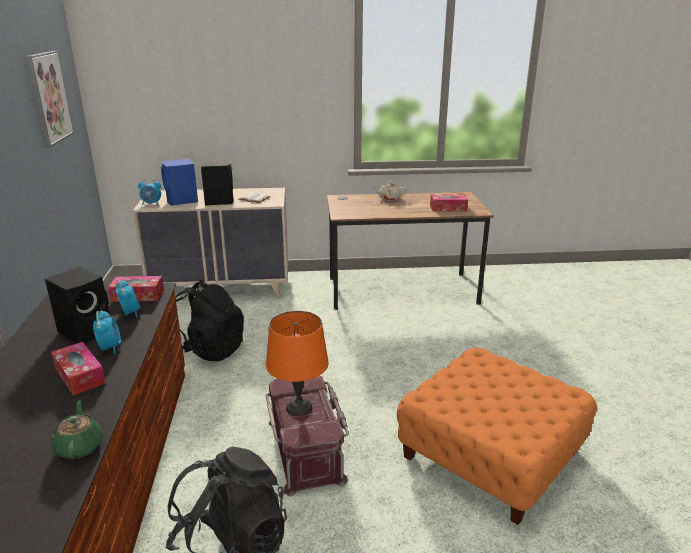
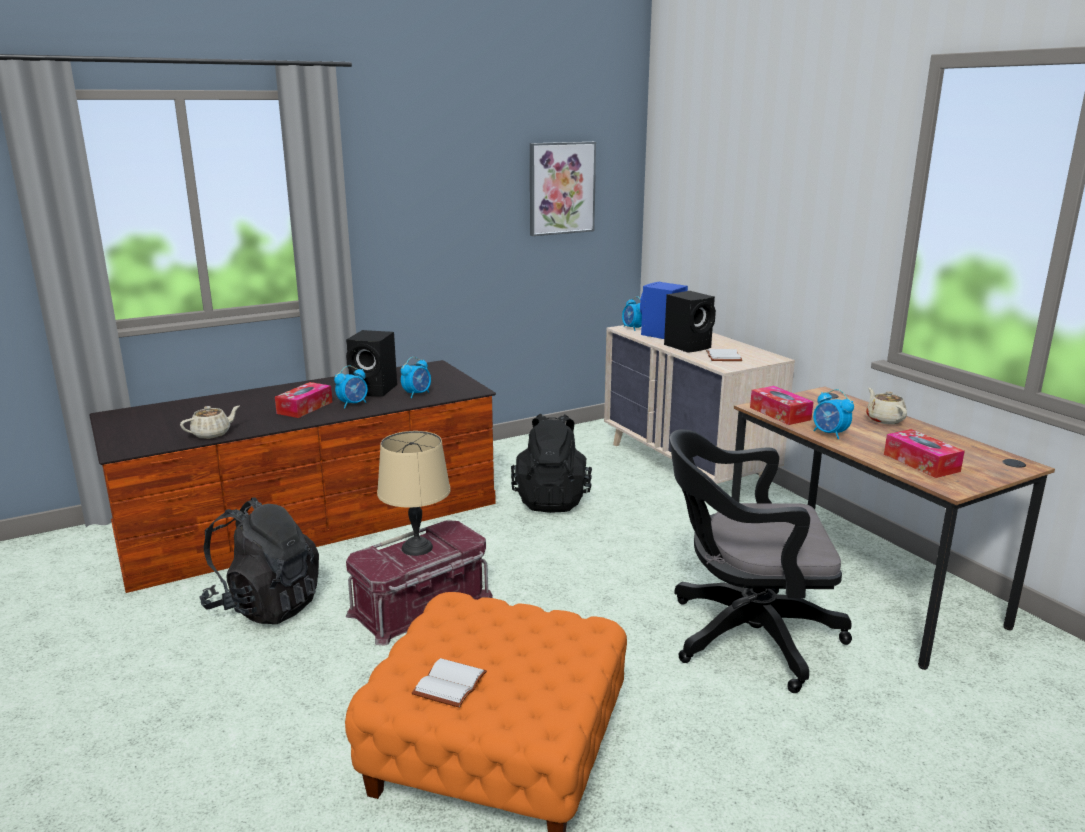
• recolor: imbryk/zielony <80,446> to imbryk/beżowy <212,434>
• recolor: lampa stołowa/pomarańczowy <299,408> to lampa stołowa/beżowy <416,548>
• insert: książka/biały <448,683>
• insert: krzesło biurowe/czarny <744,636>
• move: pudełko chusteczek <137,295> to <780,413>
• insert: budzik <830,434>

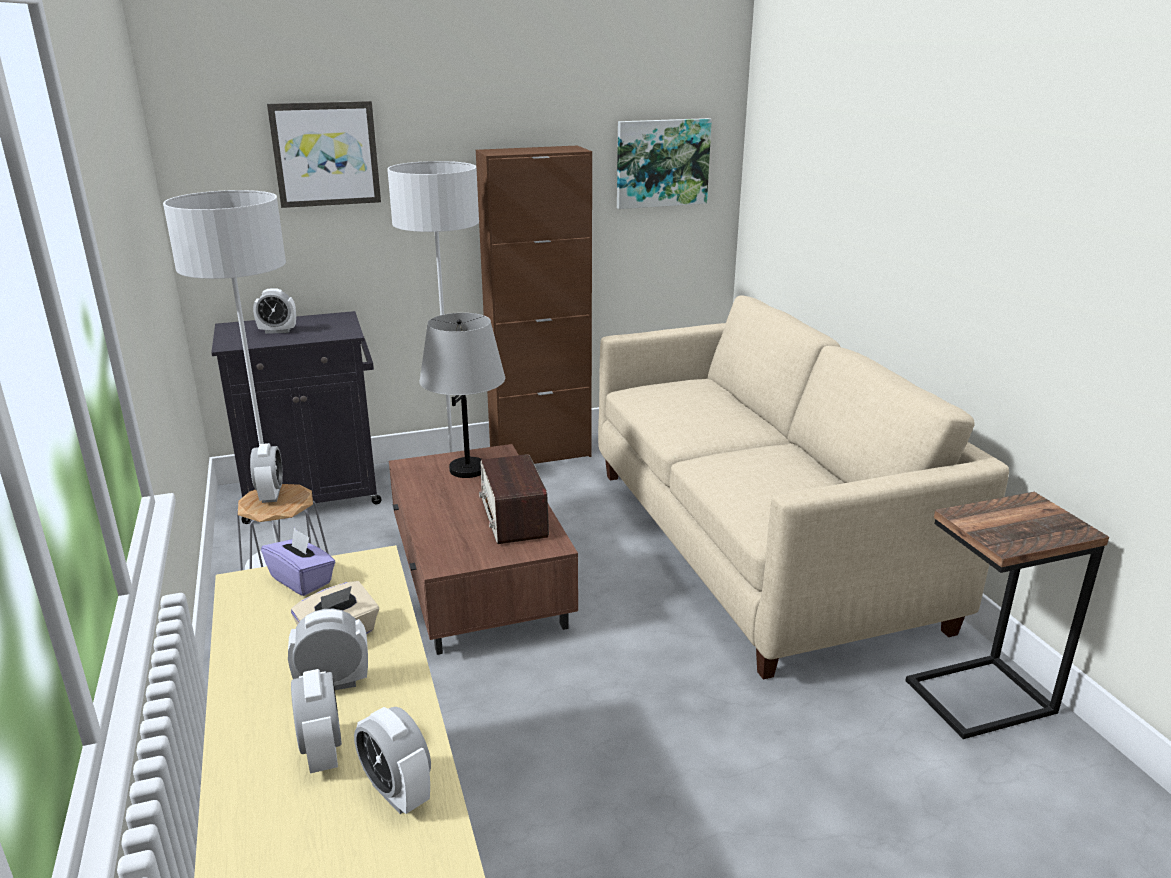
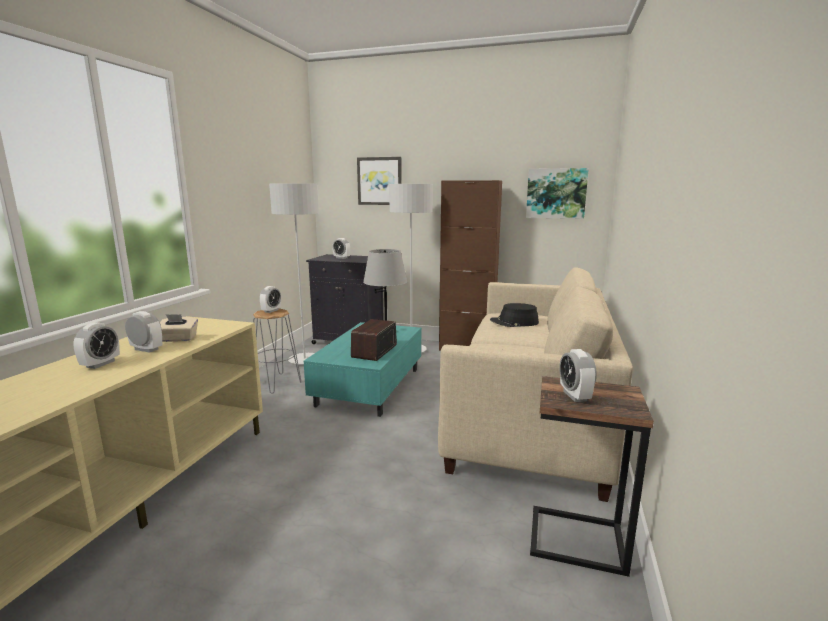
• recolor: ława/brązowy <478,580> to ława/turkusowy <369,387>
• insert: kapelusz/czarny <514,322>
• move: budzik <397,792> to <575,396>
• delete: pudełko chusteczek/fioletowy <302,580>

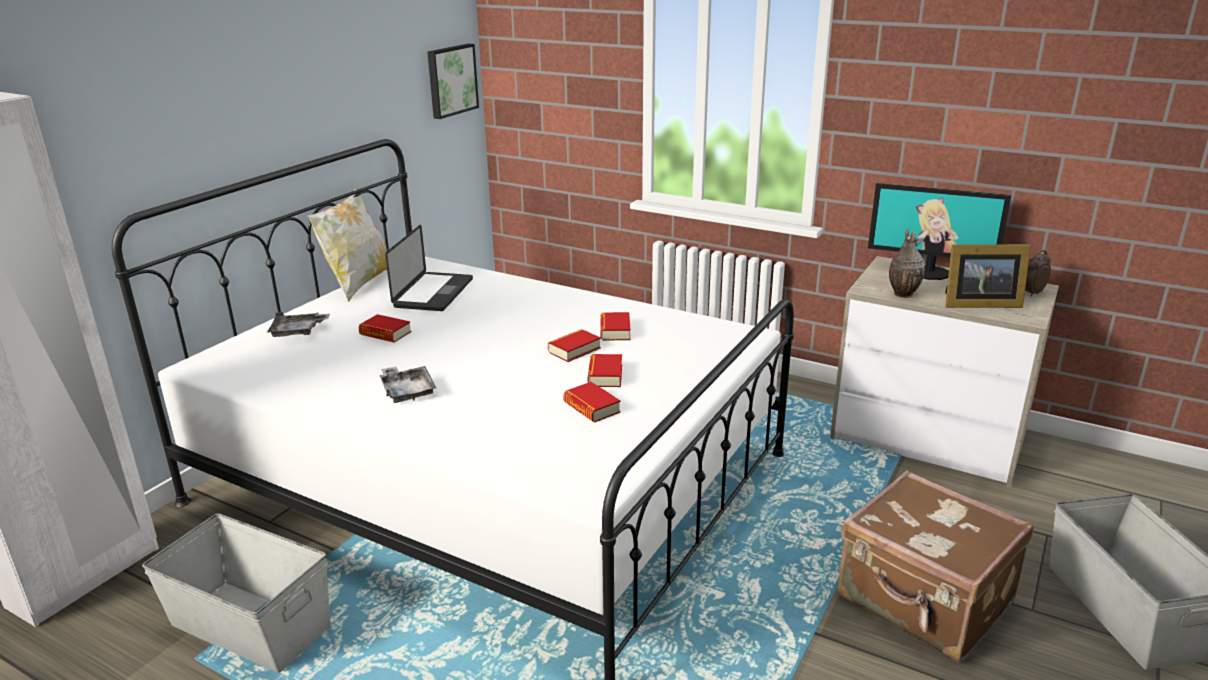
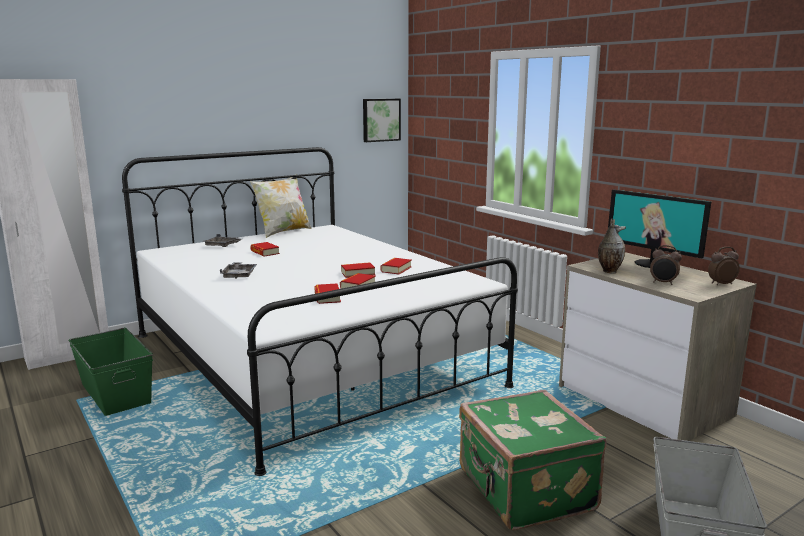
• recolor: pojemnik do przechowywania/szary <250,624> to pojemnik do przechowywania/zielony <116,393>
• recolor: walizka/brązowy <924,602> to walizka/zielony <524,491>
• replace: ramka na zdjęcie <977,303> to budzik <663,283>
• delete: laptop <433,293>

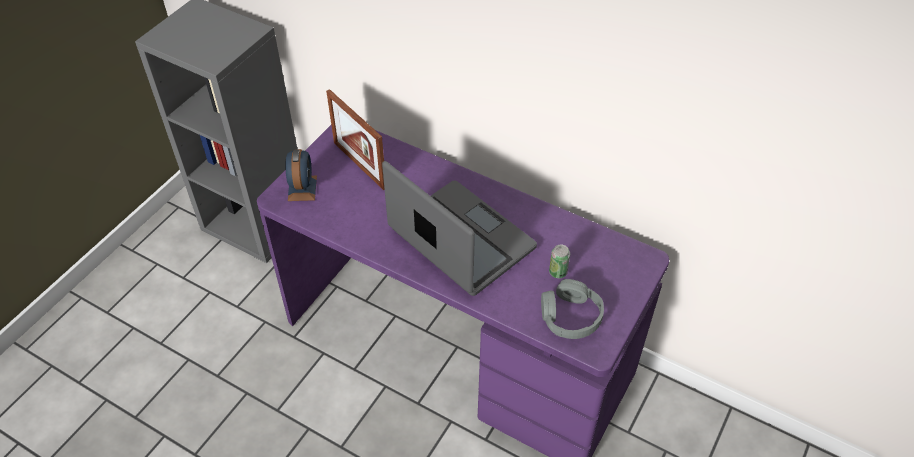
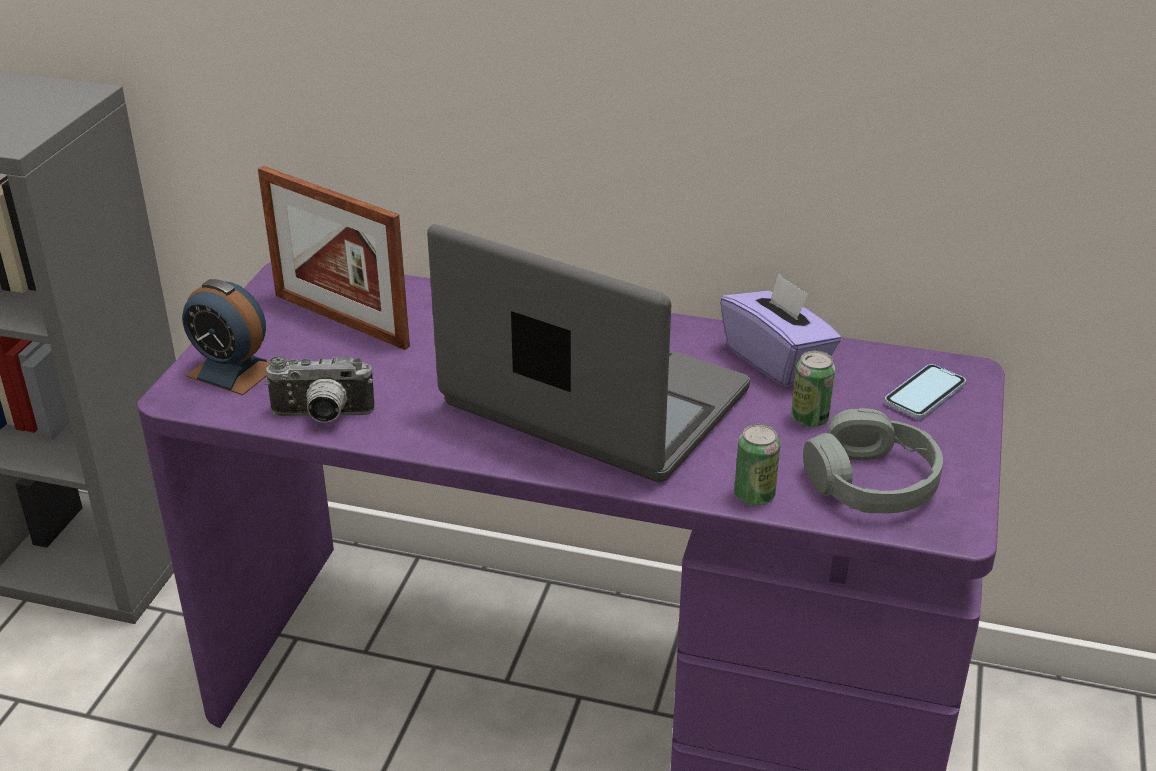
• rotate: budzik <302,188> = <232,371> 135 degrees clockwise
• insert: aparat fotograficzny <322,417>
• insert: pudełko chusteczek/fioletowy <777,360>
• insert: puszka <754,496>
• insert: telefon <924,394>

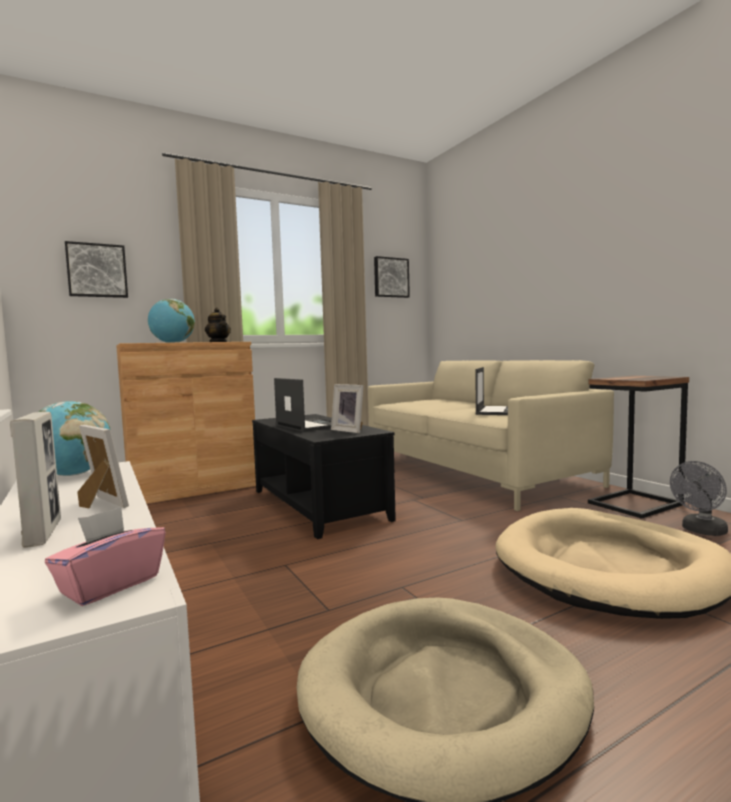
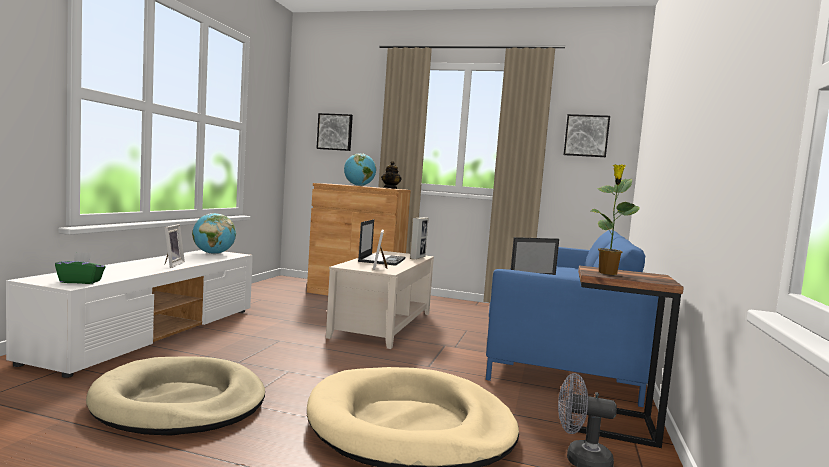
• recolor: pudełko chusteczek/różowy <110,585> to pudełko chusteczek/zielony <80,281>
• recolor: ława/czarny <318,504> to ława/beżowy <383,325>
• move: ramka na zdjęcie <43,533> to <417,258>
• recolor: kanapa/beżowy <473,472> to kanapa/niebieski <560,349>
• insert: roślina doniczkowa <607,273>

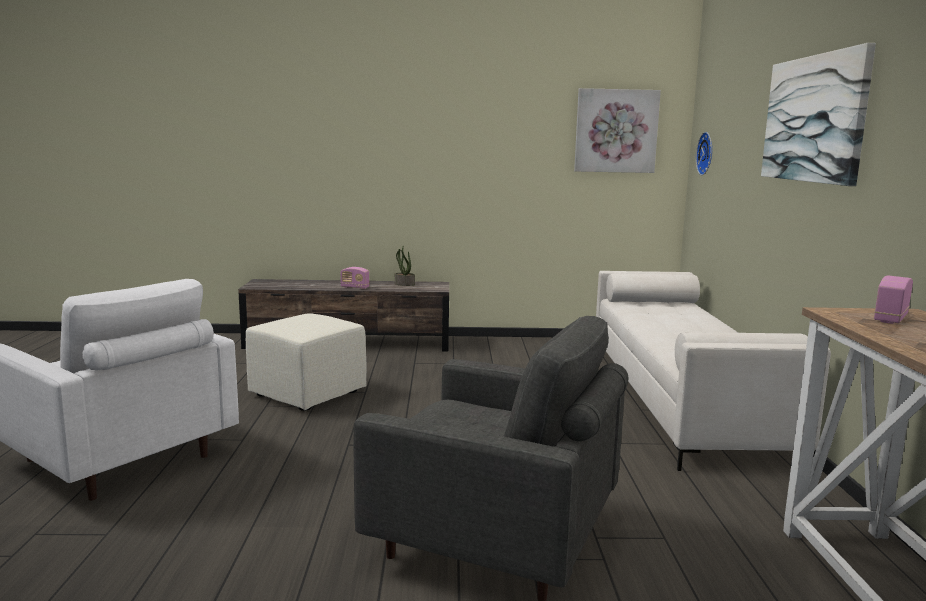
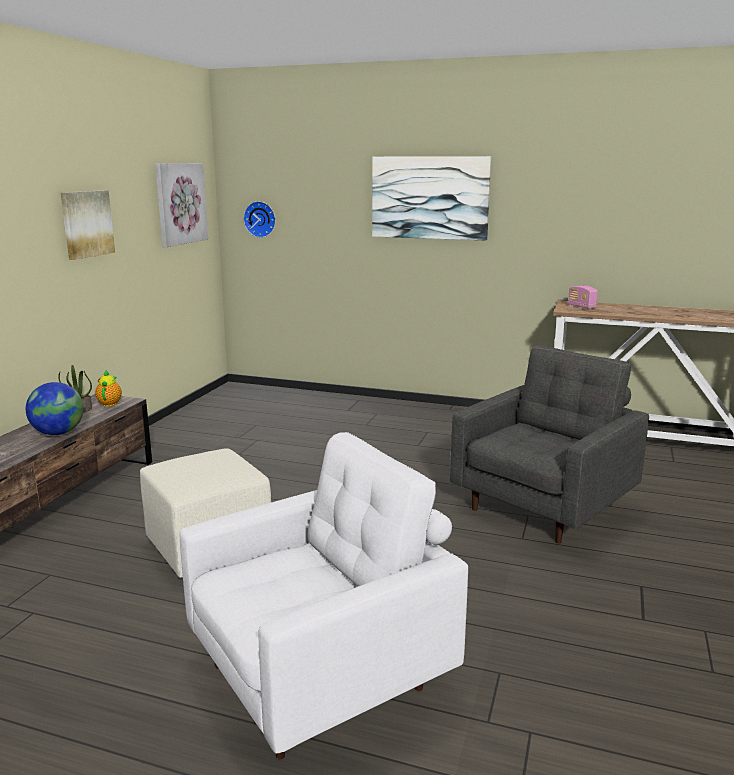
• replace: radio <355,287> to globus <58,433>
• insert: obraz <86,224>
• insert: imbryk <110,403>
• delete: kanapa/biały <681,399>

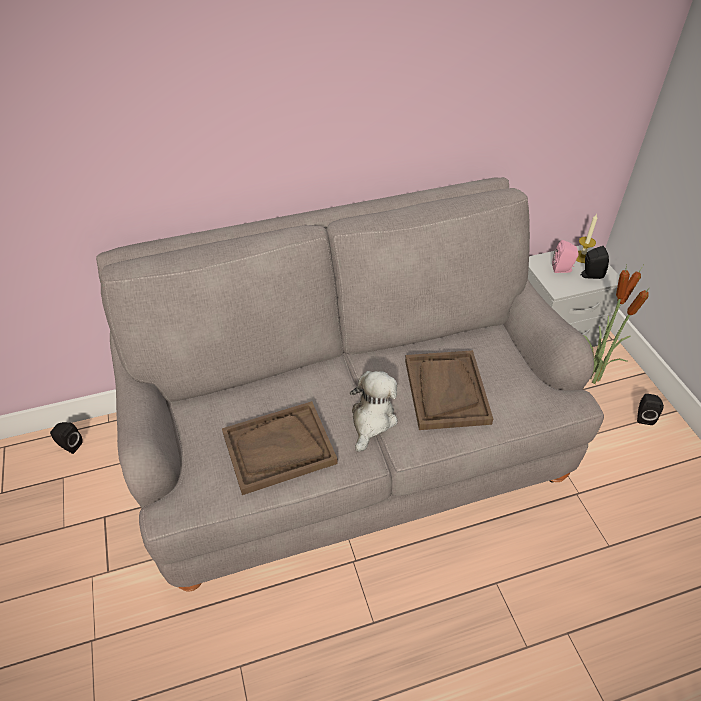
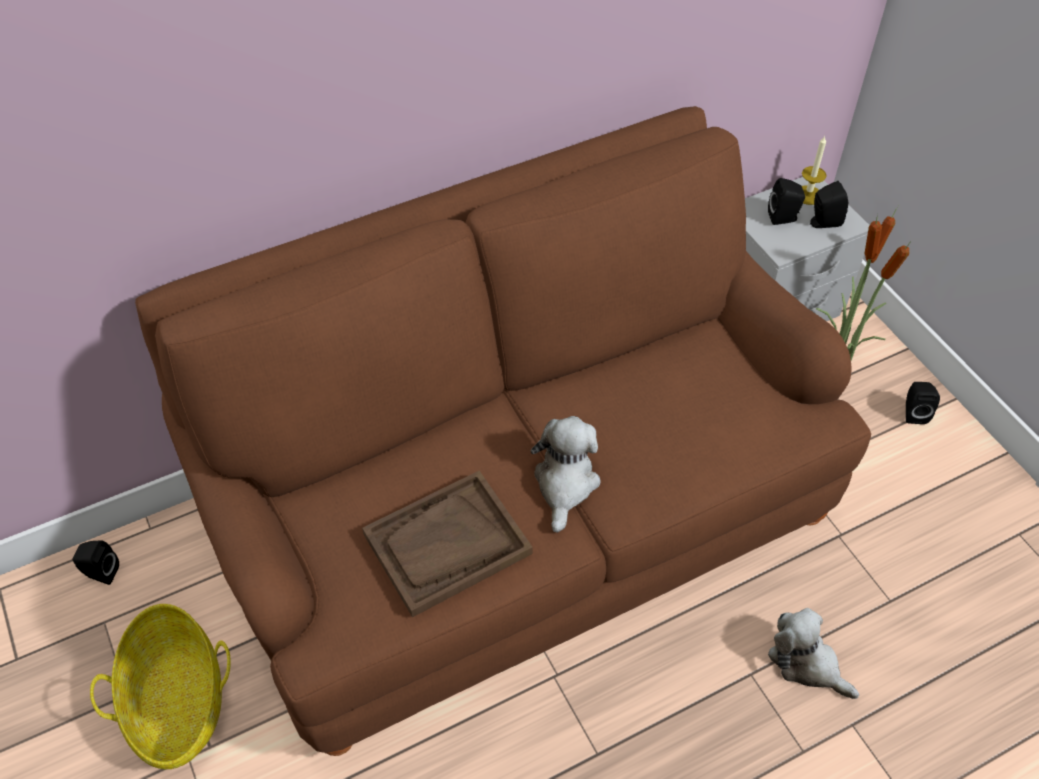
• insert: koszyk <177,702>
• recolor: kanapa/szary <350,449> to kanapa/brązowy <518,517>
• recolor: głośnik/różowy <563,269> to głośnik/czarny <784,218>
• insert: pluszak <806,663>
• delete: taca/brązowy <446,391>

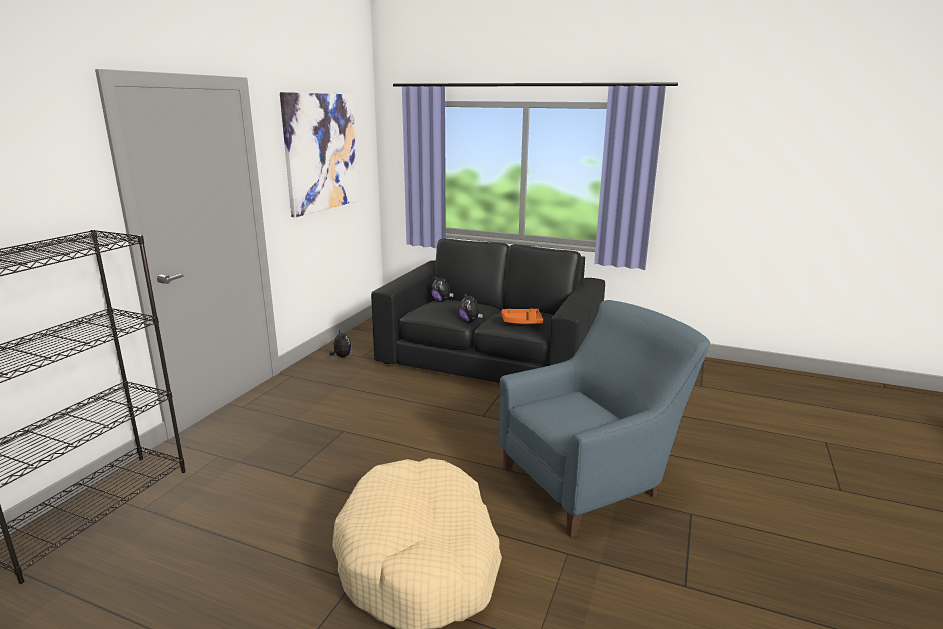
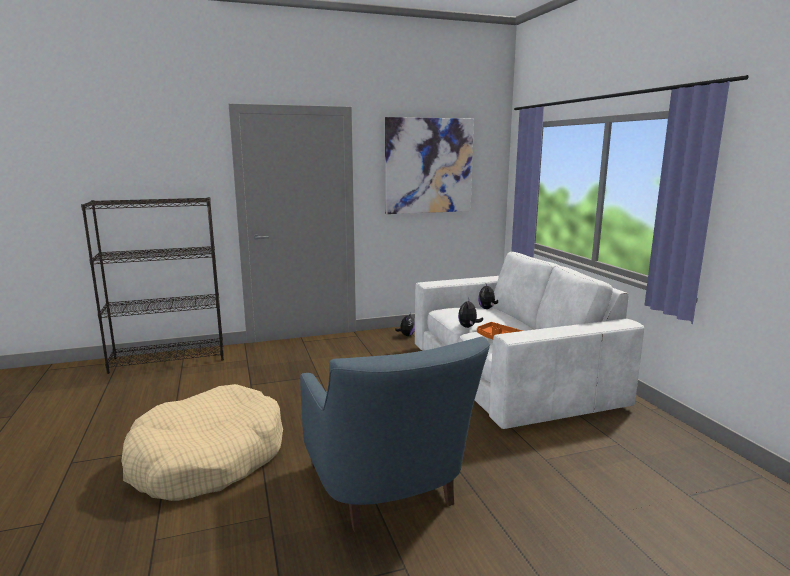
• rotate: fotel/niebieski <593,480> = <389,491> 45 degrees clockwise
• recolor: kanapa/czarny <491,357> to kanapa/biały <510,375>

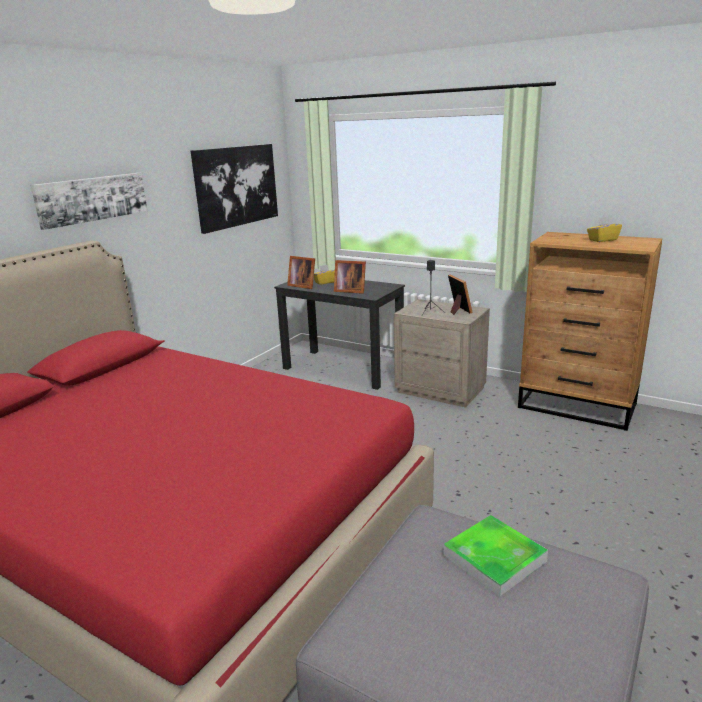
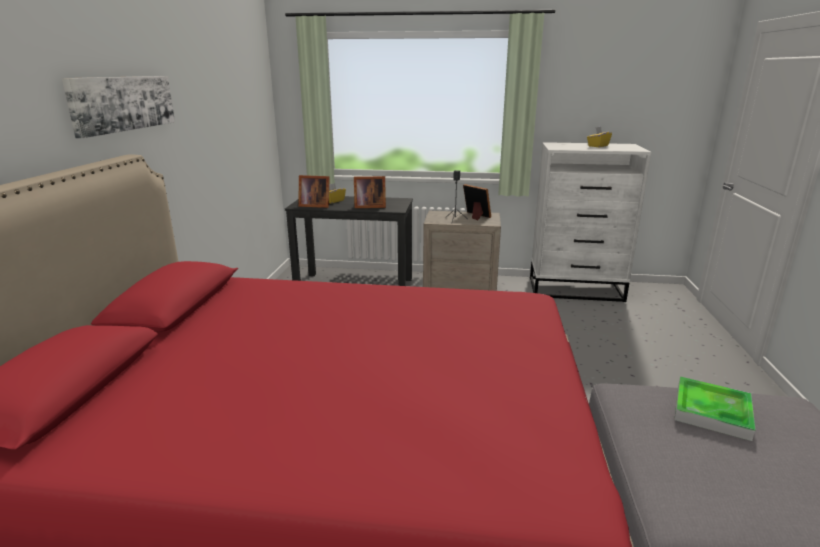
• recolor: komoda/brązowy <578,406> to komoda/biały <576,289>
• delete: obraz <236,186>

